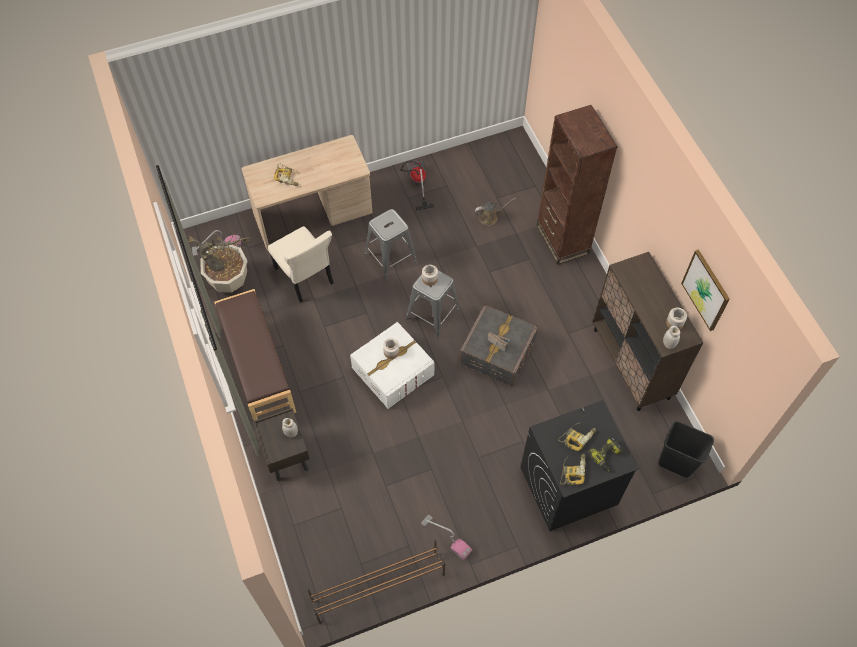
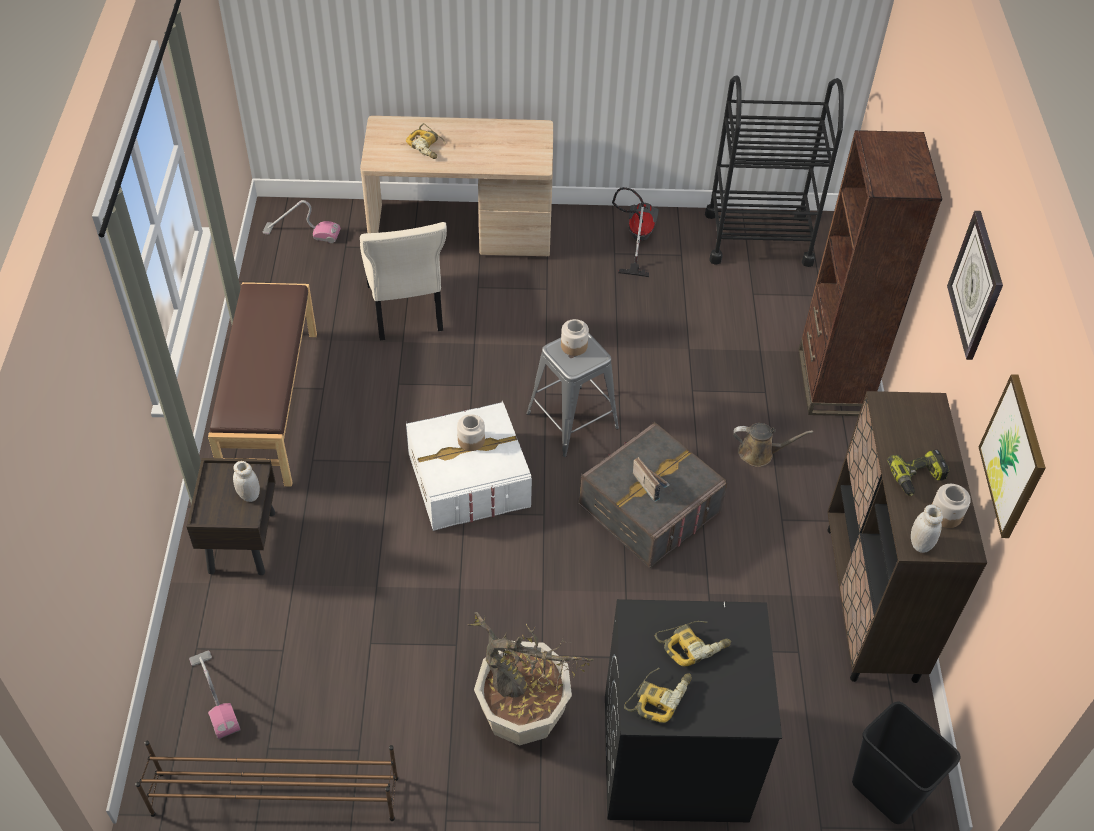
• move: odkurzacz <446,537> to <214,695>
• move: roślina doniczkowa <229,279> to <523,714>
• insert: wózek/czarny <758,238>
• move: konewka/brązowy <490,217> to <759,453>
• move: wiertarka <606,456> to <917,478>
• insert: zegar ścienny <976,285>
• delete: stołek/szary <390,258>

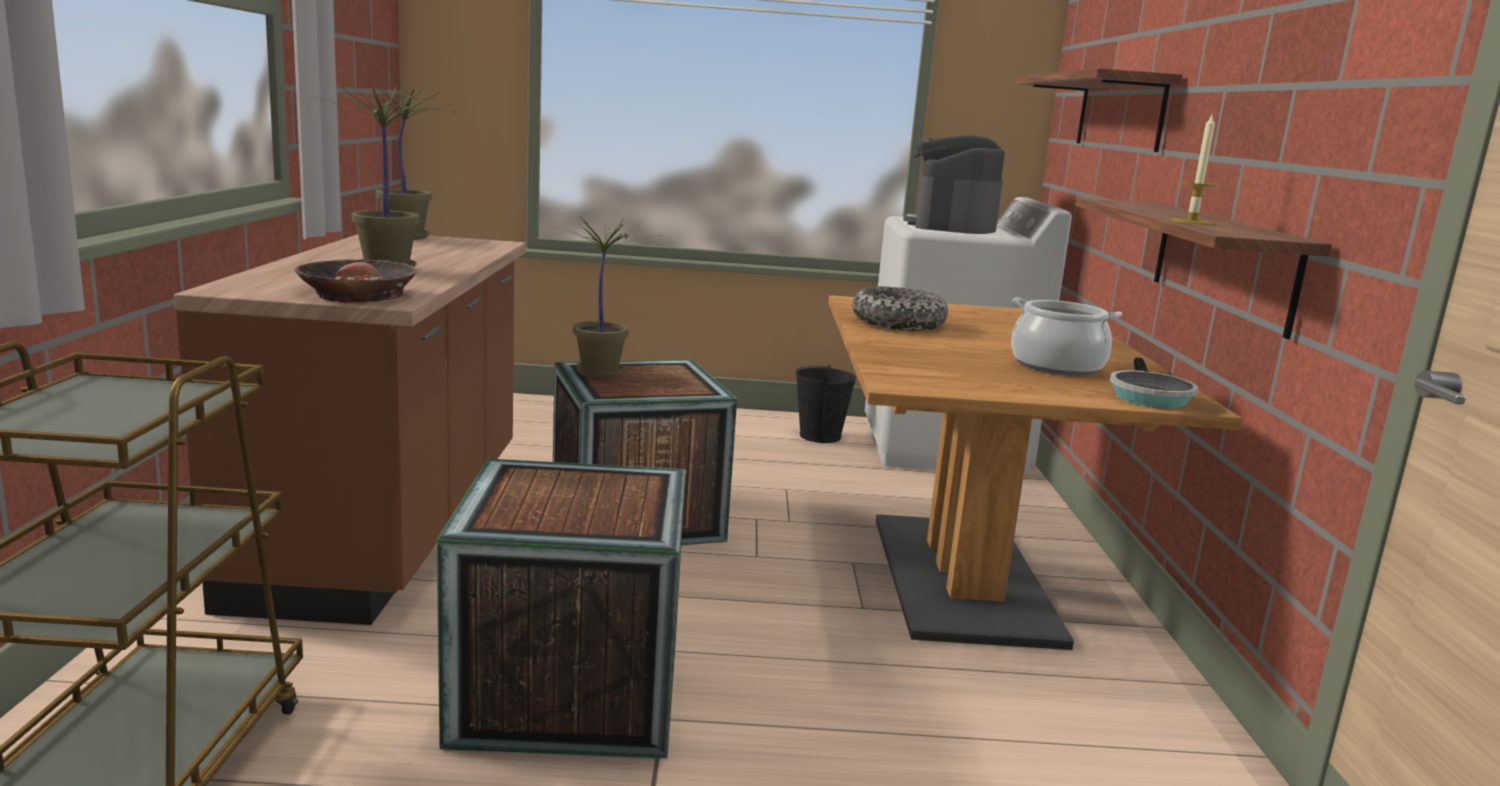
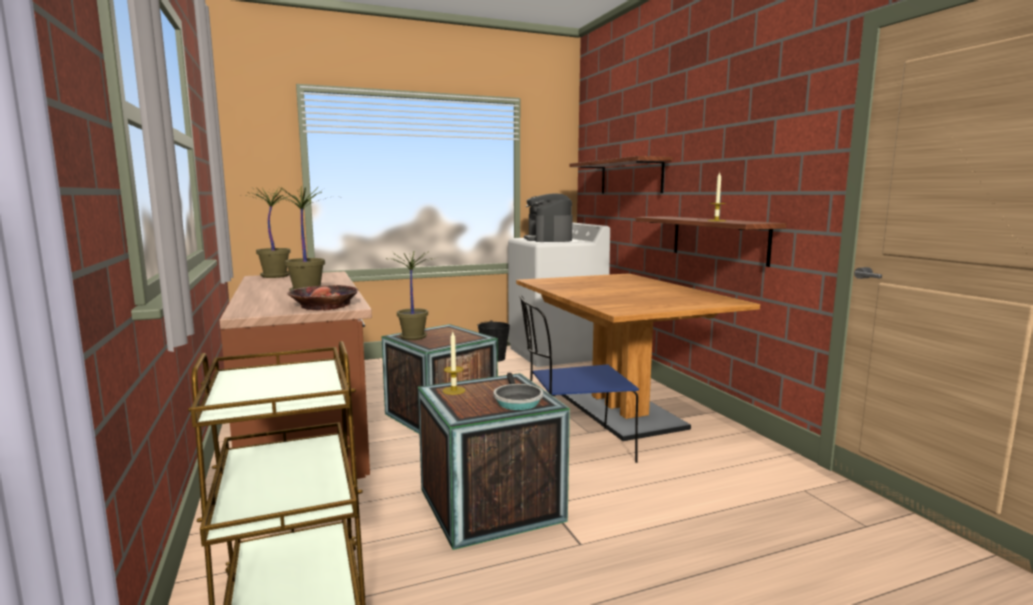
• insert: świeca <454,390>
• move: patelnia <1148,396> to <516,401>
• insert: krzesło/niebieski <572,448>
• delete: miska <898,324>
• delete: garnek <1057,366>

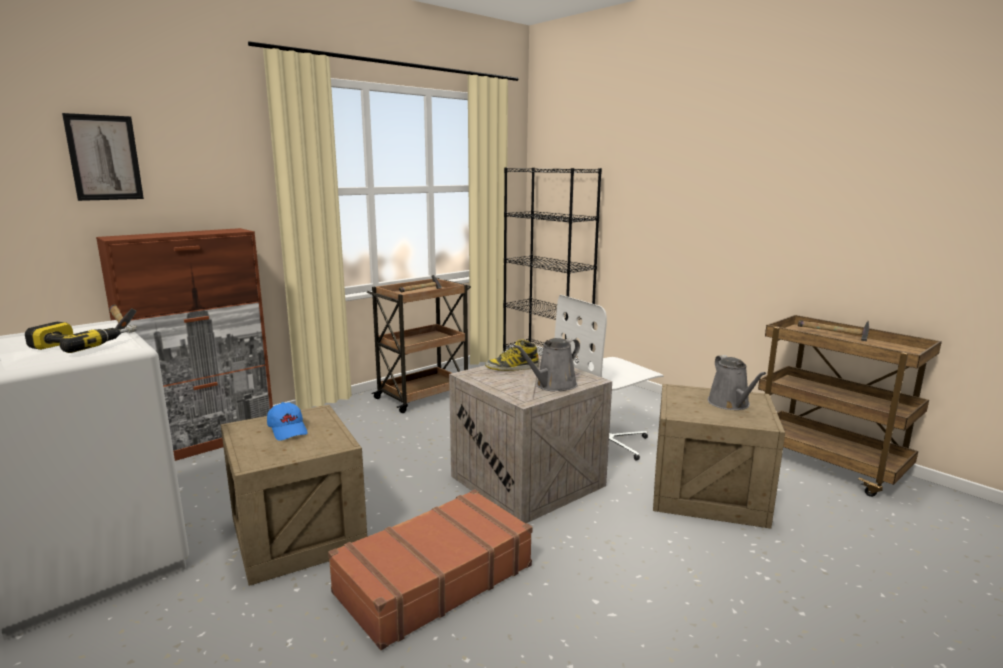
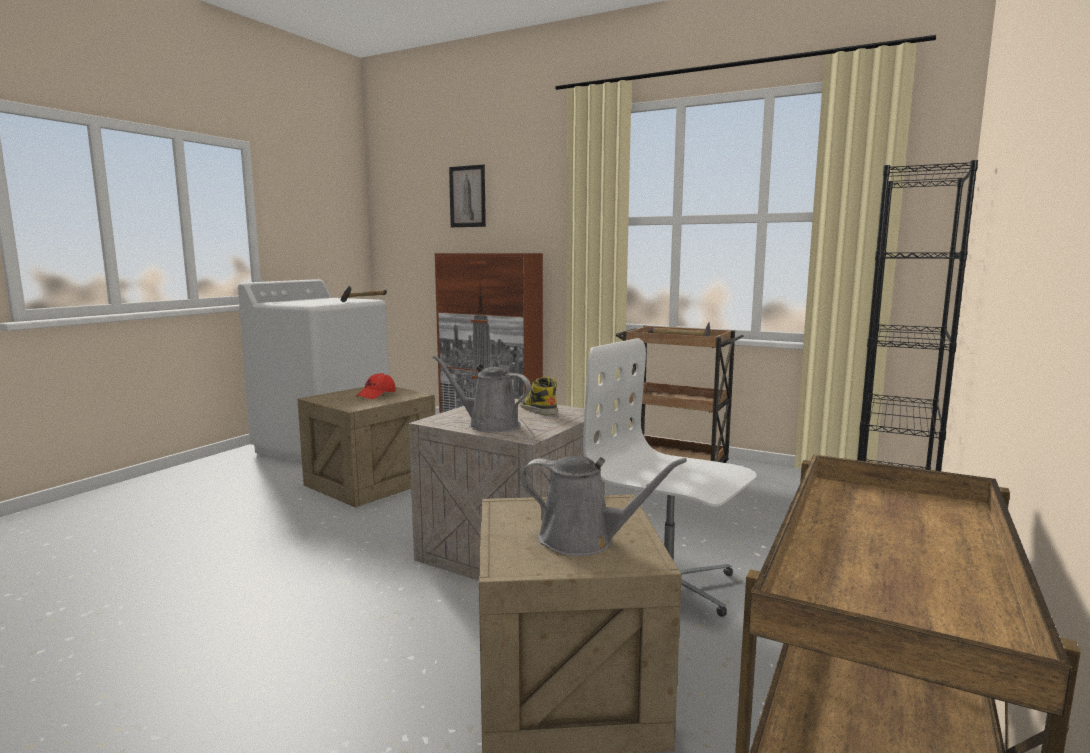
• recolor: czapka z daszkiem/niebieski <288,430> to czapka z daszkiem/czerwony <376,395>
• rotate: konewka/szary <730,404> = <584,540> 135 degrees counterclockwise
• delete: wiertarka <84,344>
• delete: walizka/brązowy <433,579>
• delete: młotek <833,335>

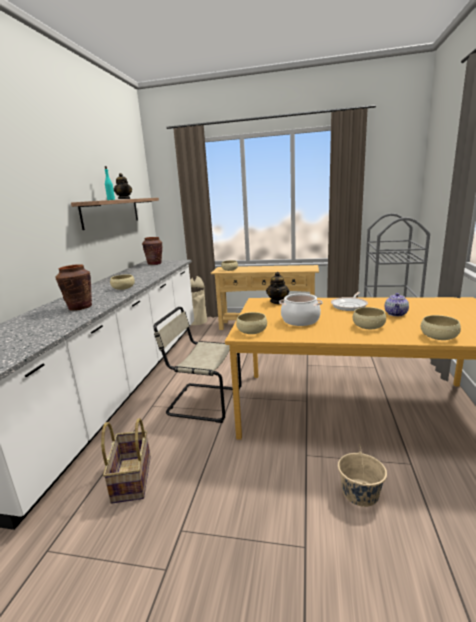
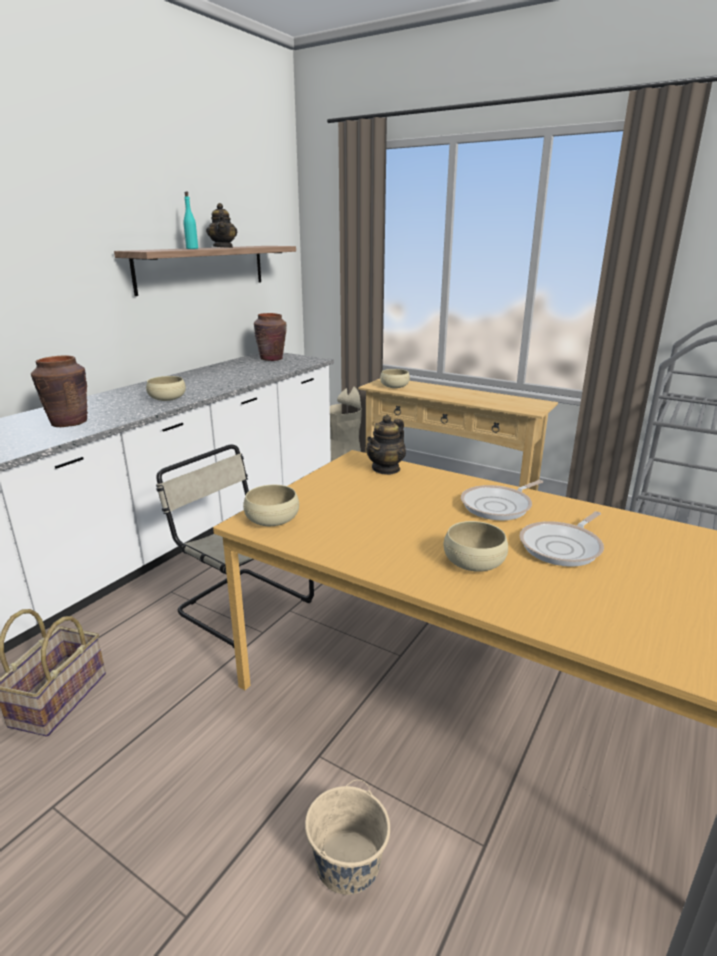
• replace: imbryk <396,314> to patelnia <563,547>
• delete: garnek <300,320>
• delete: miska/beżowy <438,336>

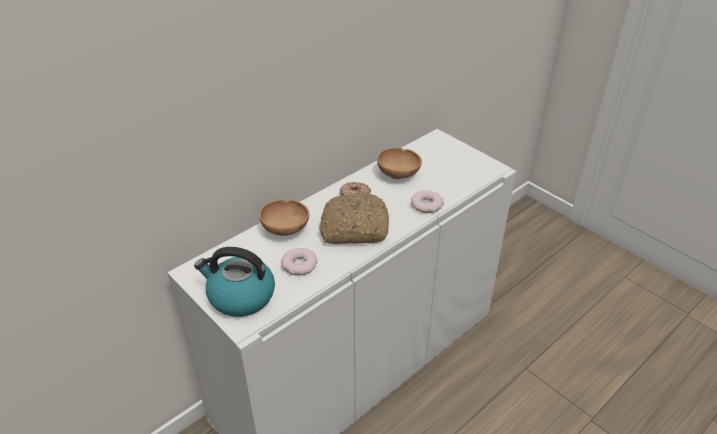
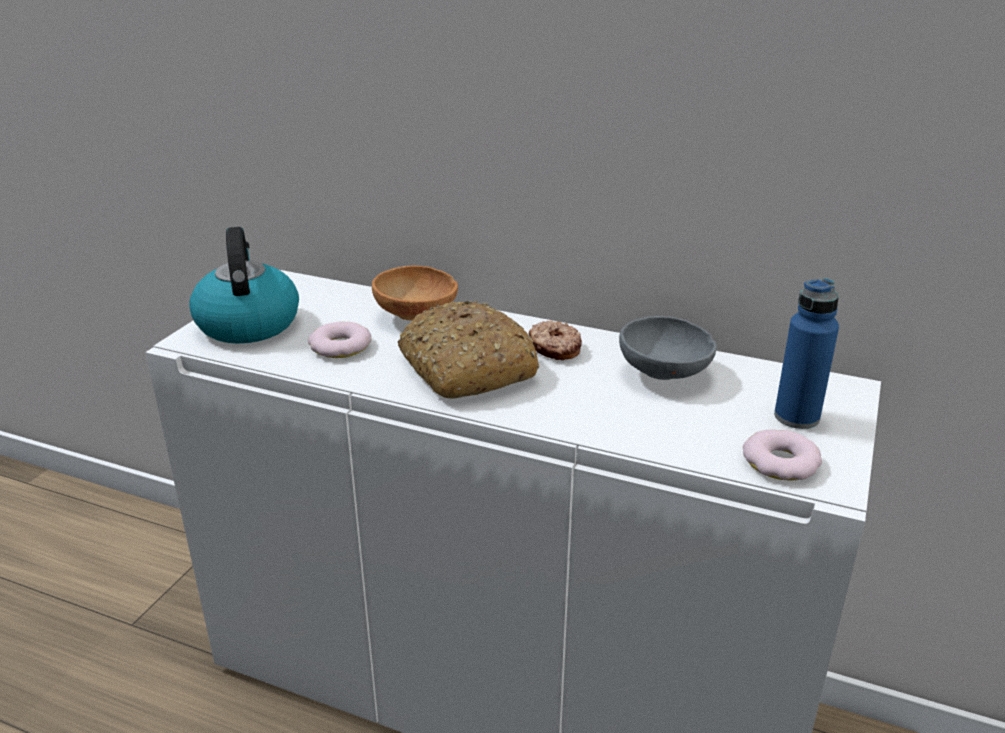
• recolor: miska/brązowy <399,174> to miska/szary <665,374>
• move: donut <427,204> to <781,462>
• insert: butelka/niebieski <796,417>

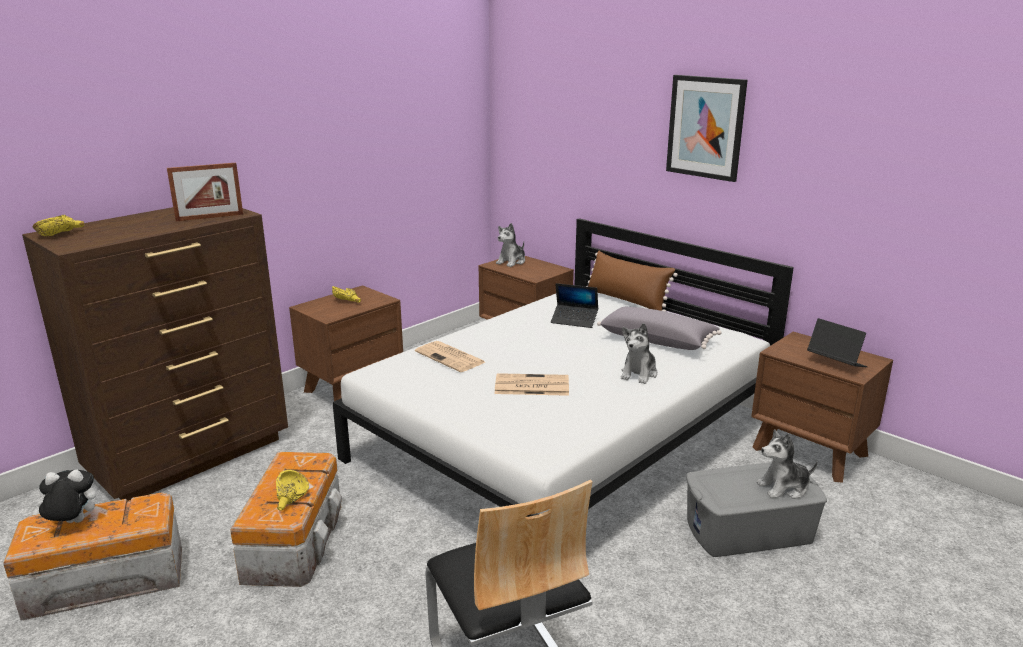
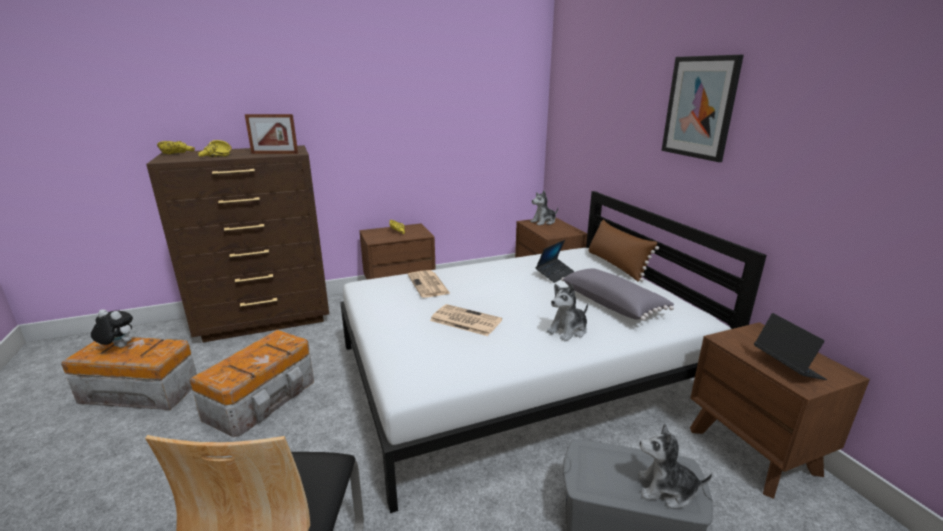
• move: miska/żółty <291,499> to <216,157>
• rotate: laptop <574,320> = <554,274> 90 degrees counterclockwise

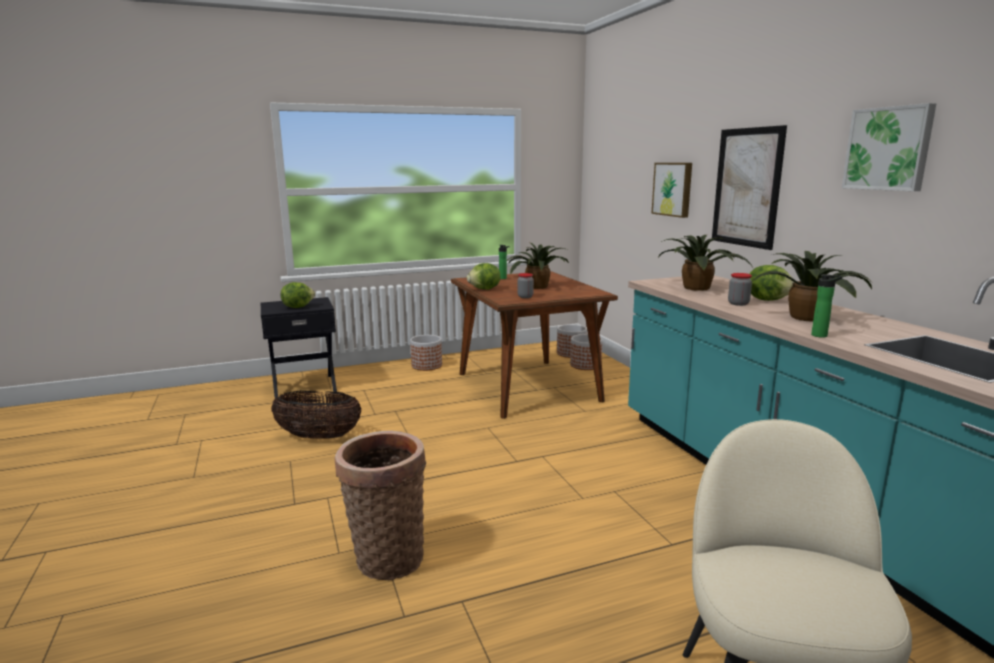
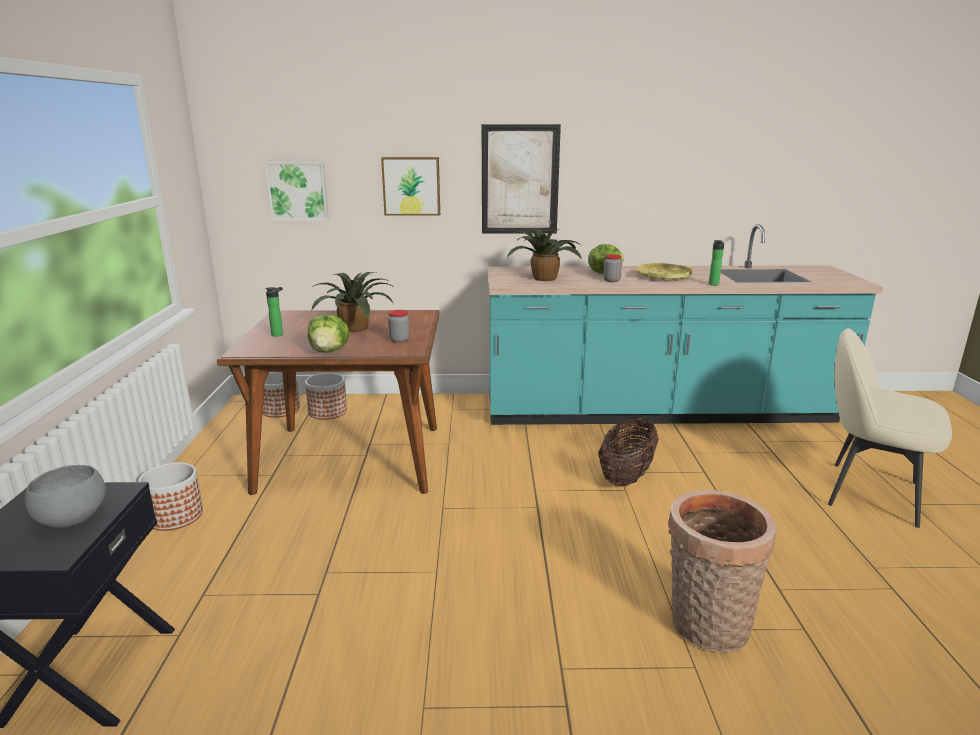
• replace: sałata <297,307> to miska/szary <71,520>
• move: obraz <888,149> to <298,191>
• move: koszyk <318,437> to <626,476>
• replace: roślina doniczkowa <809,317> to taca/żółty <663,276>

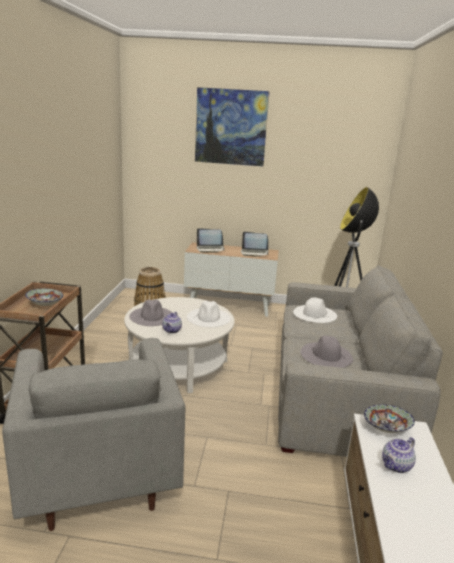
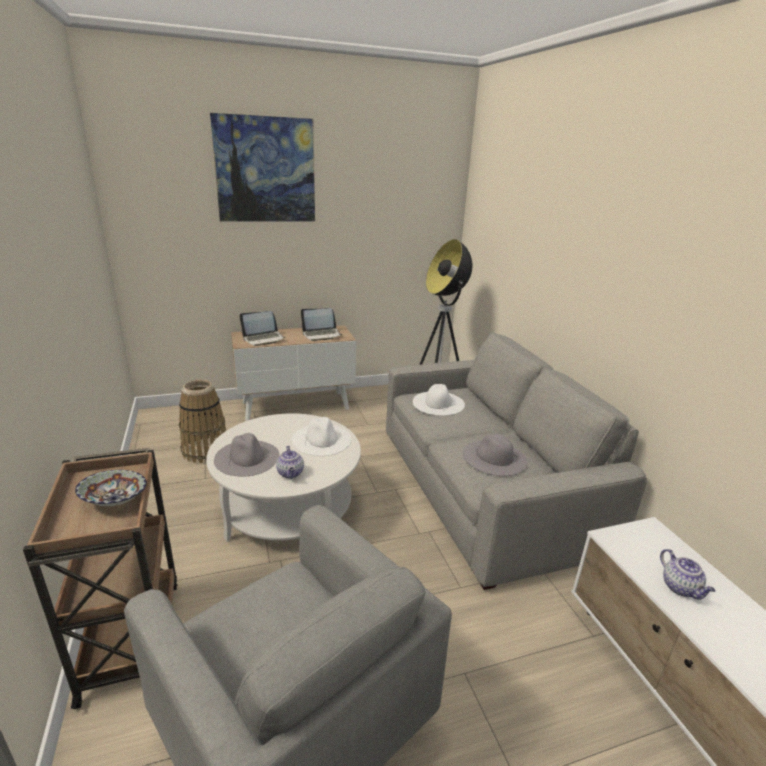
• rotate: imbryk <396,466> = <681,588> 45 degrees counterclockwise
• delete: miska <386,428>

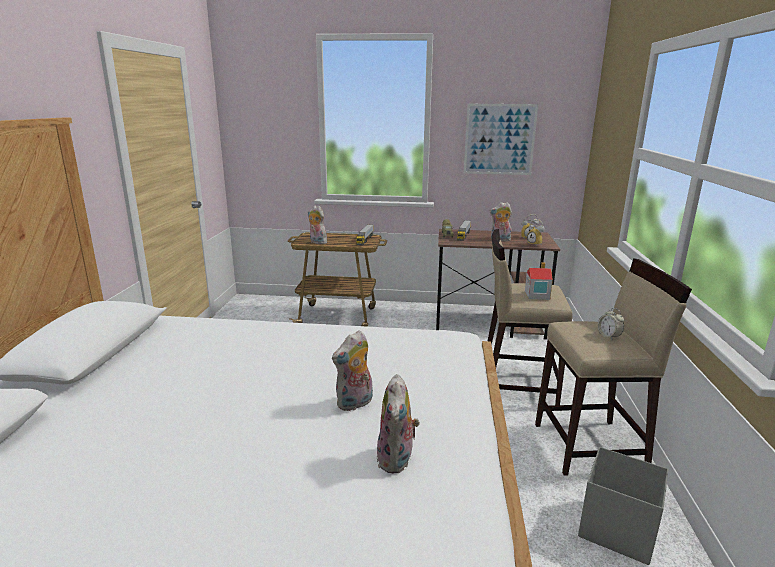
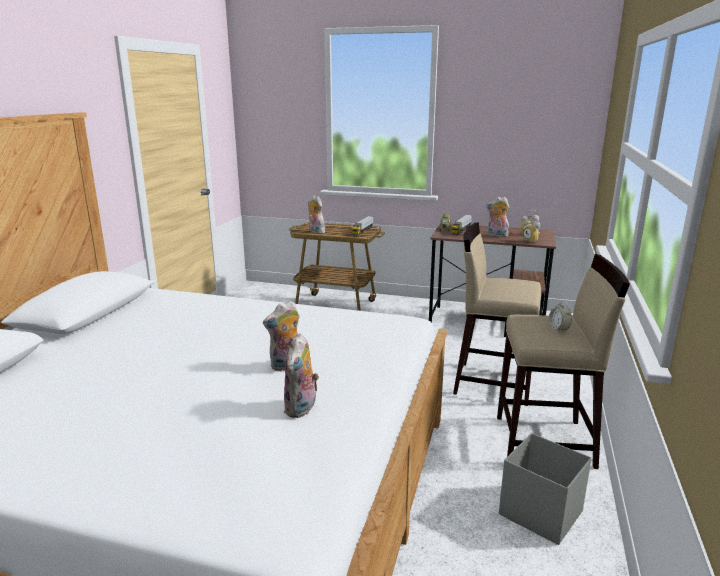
• delete: obraz <499,139>
• delete: domek <536,295>

